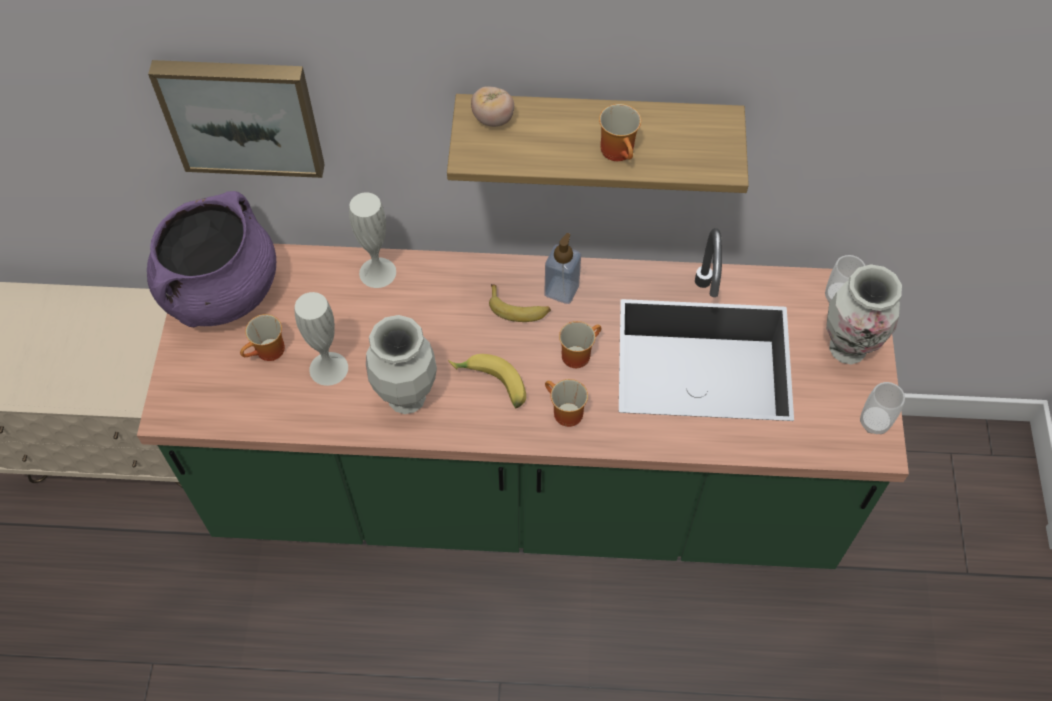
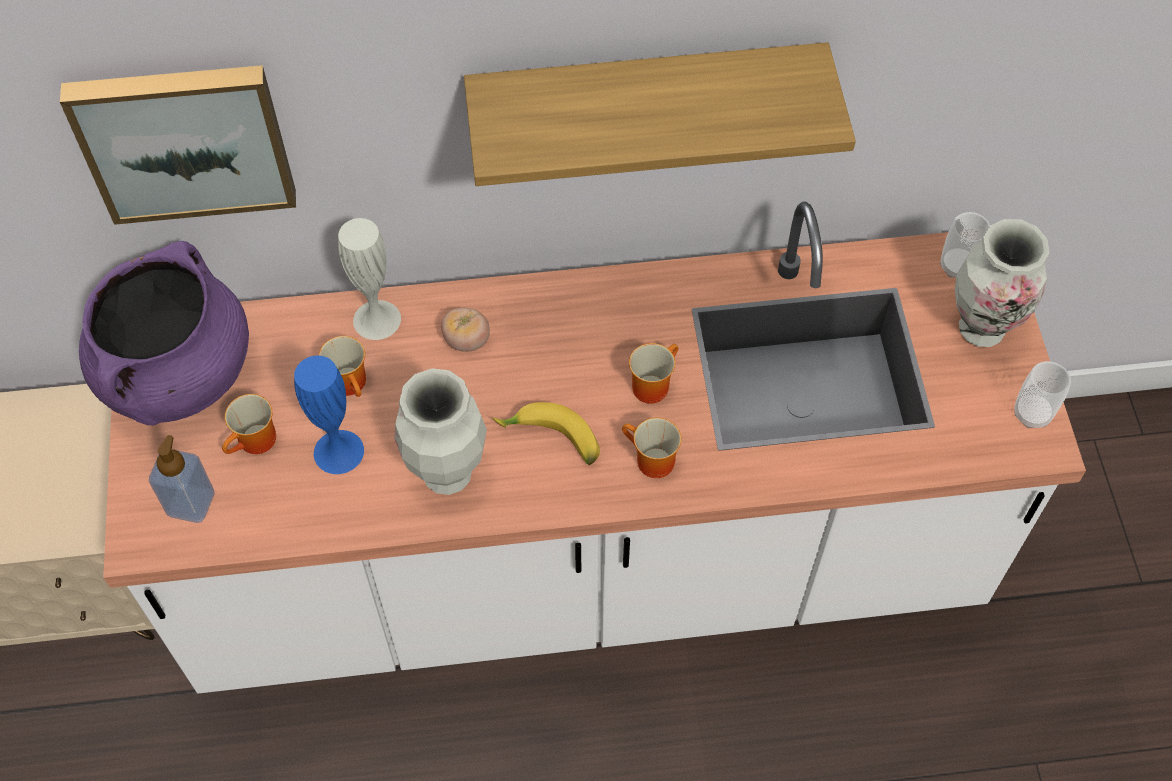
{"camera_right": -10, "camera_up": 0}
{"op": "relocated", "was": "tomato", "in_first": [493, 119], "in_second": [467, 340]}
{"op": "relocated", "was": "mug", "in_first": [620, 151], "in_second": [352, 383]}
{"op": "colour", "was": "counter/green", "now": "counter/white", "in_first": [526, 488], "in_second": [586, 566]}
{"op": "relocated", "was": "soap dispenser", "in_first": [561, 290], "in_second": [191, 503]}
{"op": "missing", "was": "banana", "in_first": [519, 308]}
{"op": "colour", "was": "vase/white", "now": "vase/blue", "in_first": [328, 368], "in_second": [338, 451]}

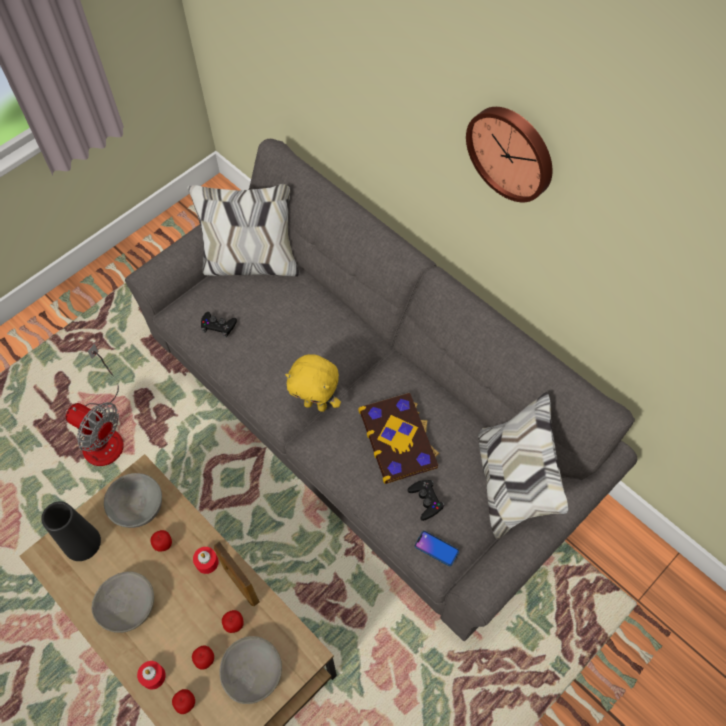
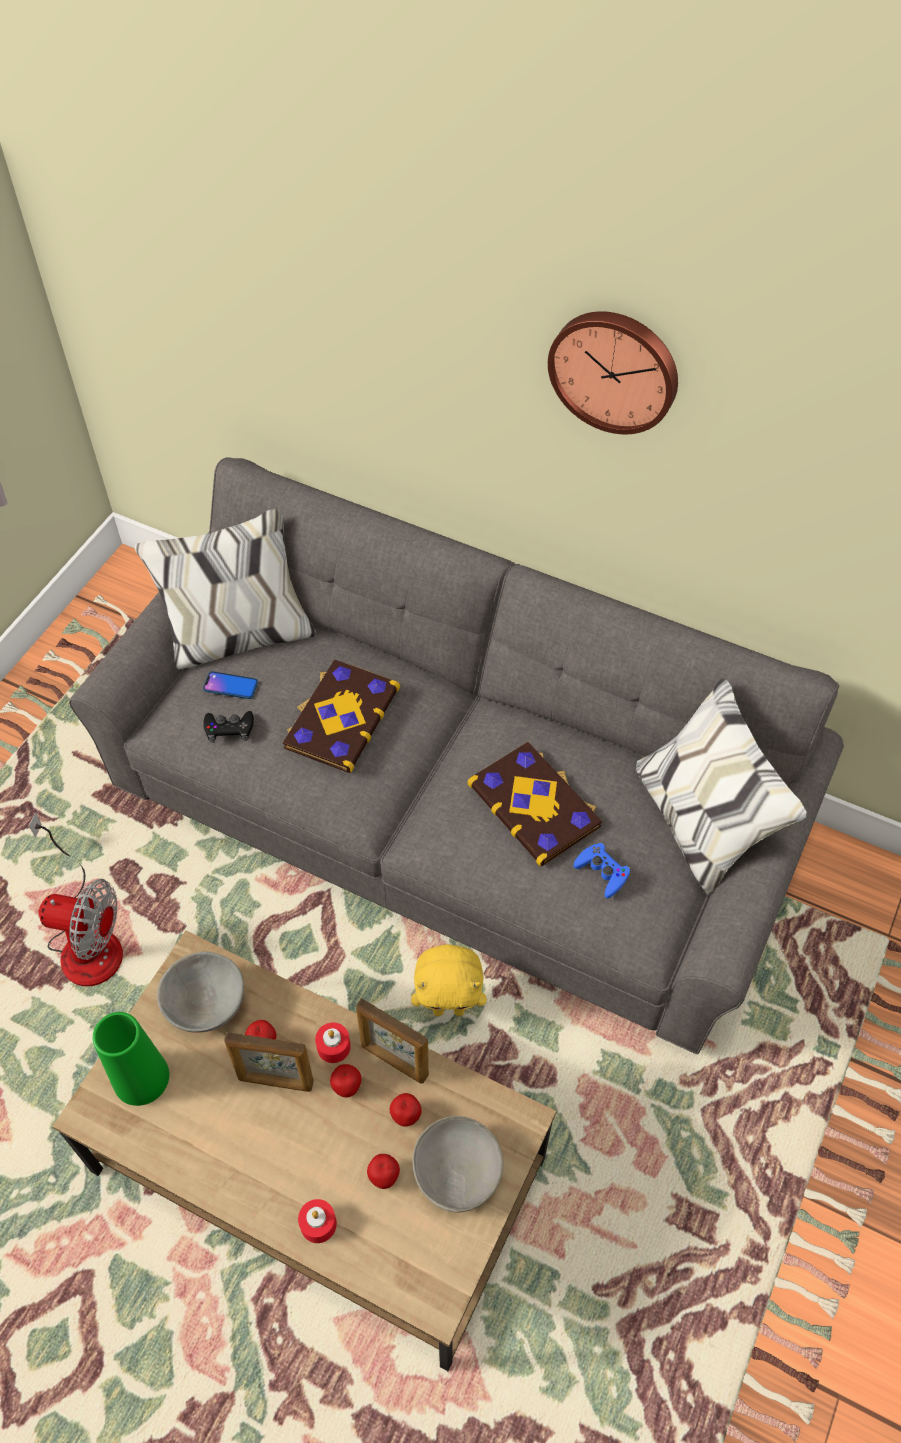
{"camera_right": -20, "camera_up": -5}
{"op": "relocated", "was": "plush toy/yellow", "in_first": [316, 404], "in_second": [449, 1008]}
{"op": "colour", "was": "game controller/black", "now": "game controller/blue", "in_first": [426, 500], "in_second": [602, 872]}
{"op": "colour", "was": "vase/black", "now": "vase/green", "in_first": [82, 543], "in_second": [141, 1078]}
{"op": "relocated", "was": "phone", "in_first": [436, 548], "in_second": [230, 686]}
{"op": "missing", "was": "bowl/grey", "in_first": [128, 607]}
{"op": "relocated", "was": "apple", "in_first": [186, 703], "in_second": [347, 1087]}
{"op": "appeared", "now": "book", "in_second": [340, 717]}
{"op": "appeared", "now": "picture frame", "in_second": [275, 1081]}

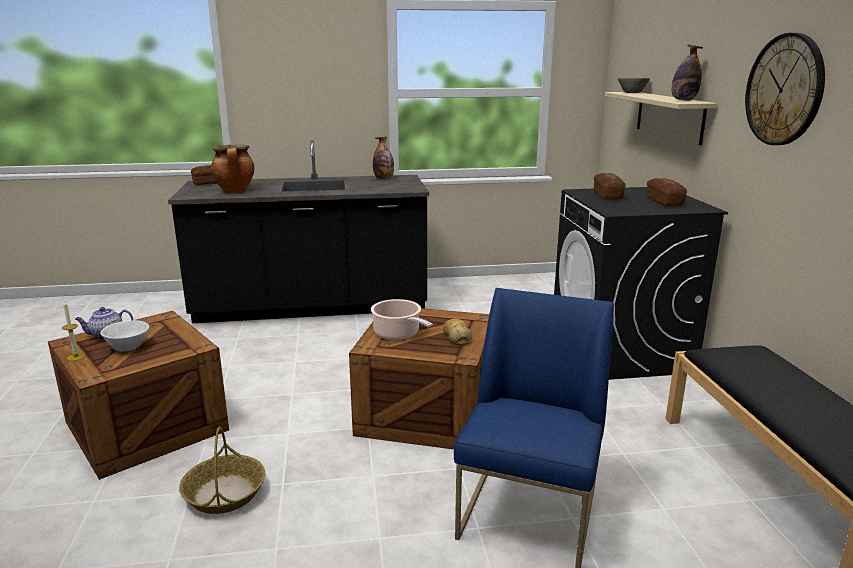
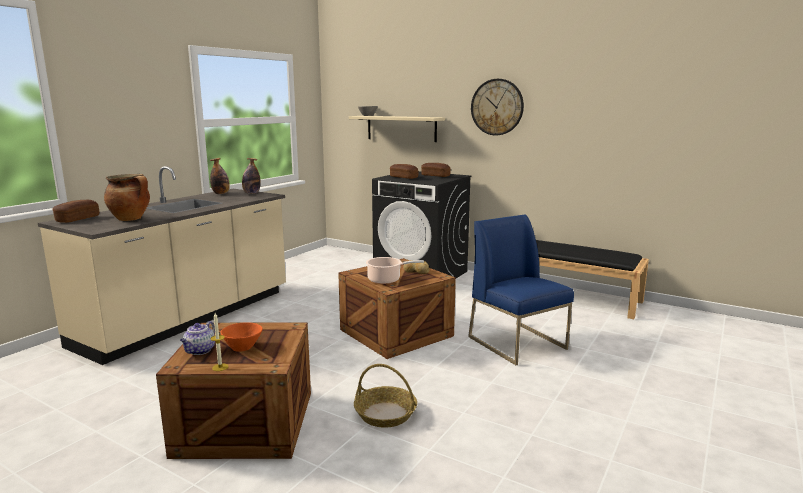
{"camera_right": -50, "camera_up": -5}
{"op": "relocated", "was": "bottle", "in_first": [683, 100], "in_second": [251, 193]}
{"op": "colour", "was": "counter/black", "now": "counter/beige", "in_first": [311, 306], "in_second": [188, 318]}
{"op": "colour", "was": "bowl/white", "now": "bowl/orange", "in_first": [128, 347], "in_second": [244, 347]}

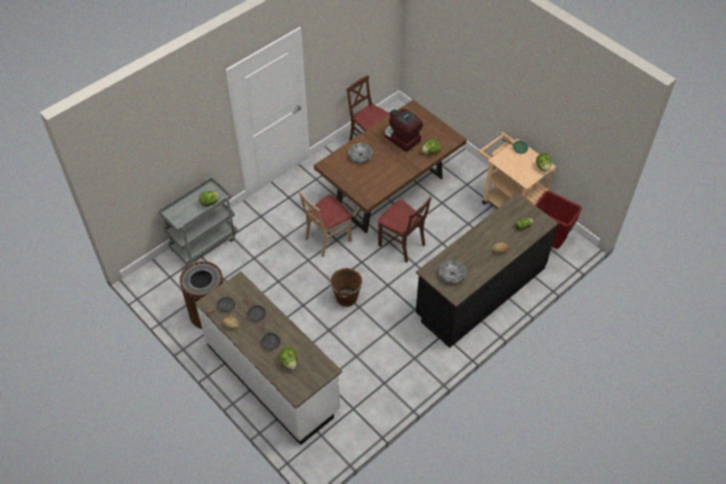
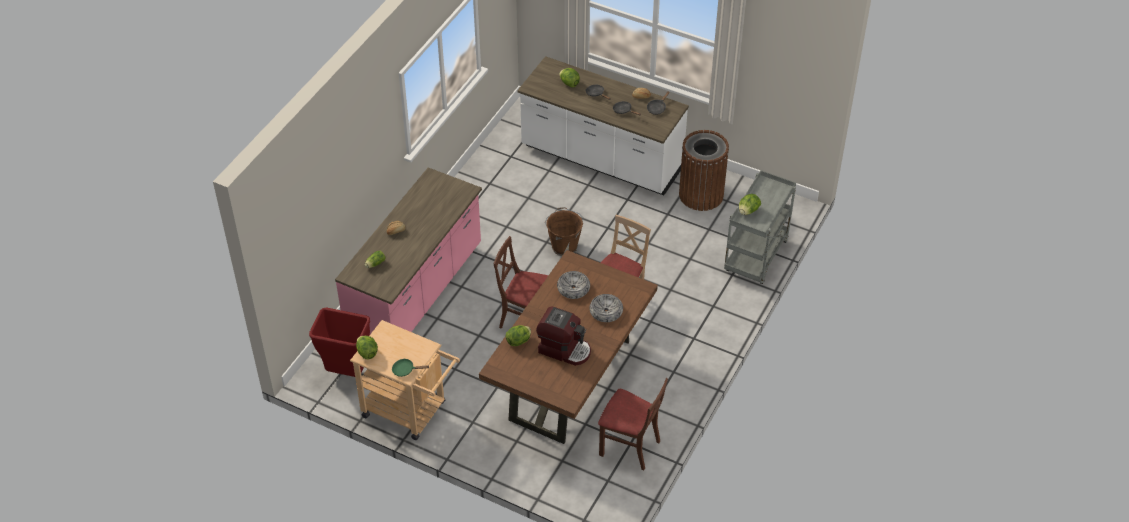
{"camera_right": 160, "camera_up": -5}
{"op": "colour", "was": "counter/black", "now": "counter/pink", "in_first": [480, 291], "in_second": [416, 293]}
{"op": "relocated", "was": "bowl", "in_first": [452, 274], "in_second": [573, 288]}

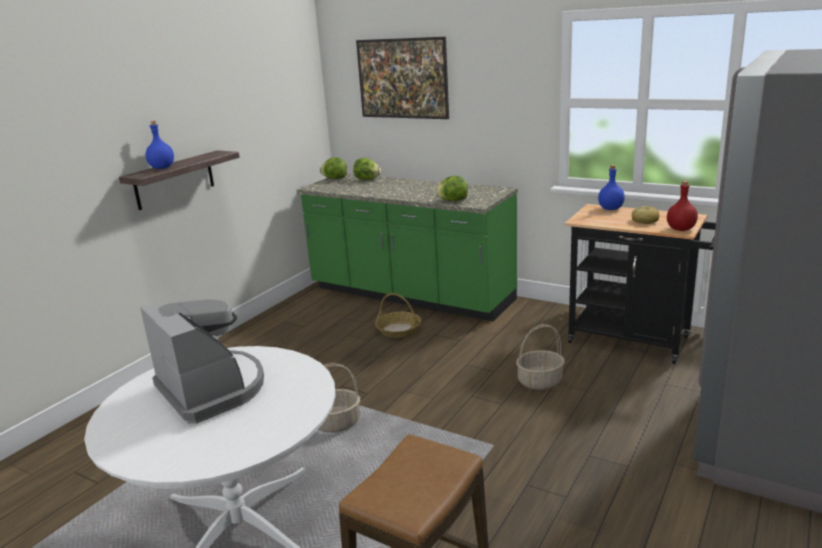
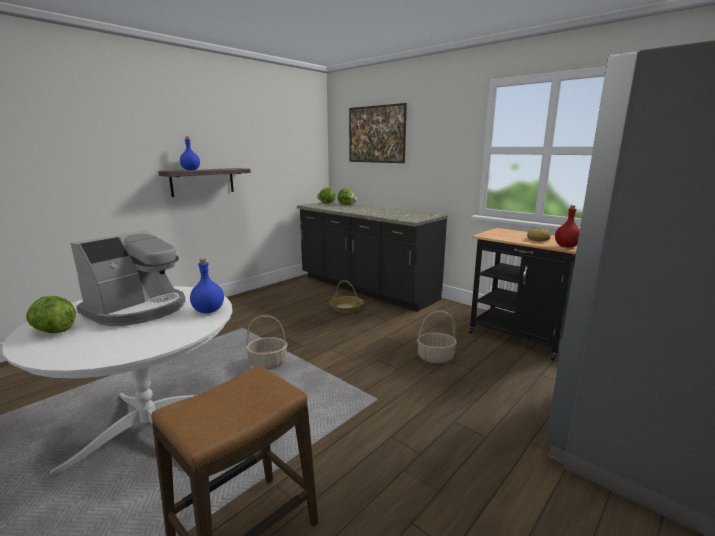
{"camera_right": 10, "camera_up": -5}
{"op": "relocated", "was": "bottle/blue", "in_first": [610, 209], "in_second": [208, 311]}
{"op": "colour", "was": "counter/green", "now": "counter/black", "in_first": [410, 295], "in_second": [366, 288]}
{"op": "relocated", "was": "lettuce", "in_first": [452, 201], "in_second": [53, 331]}
{"op": "spun", "was": "coffee machine", "in_first": [212, 389], "in_second": [138, 309], "clockwise": 60}

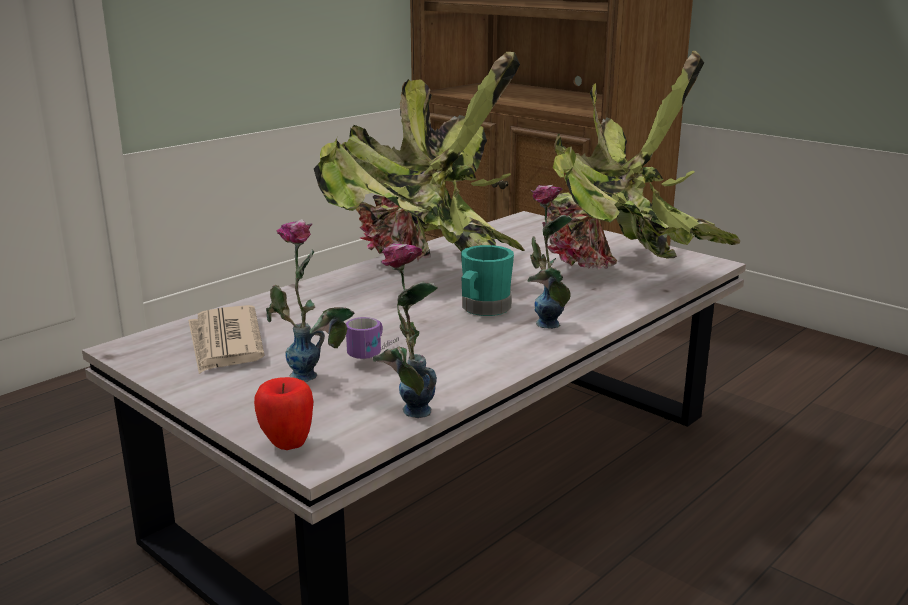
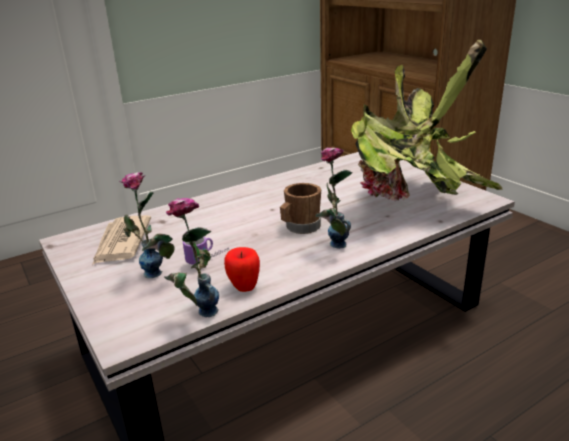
{"camera_right": 15, "camera_up": 5}
{"op": "missing", "was": "potted plant", "in_first": [426, 268]}
{"op": "colour", "was": "mug/turquoise", "now": "mug/brown", "in_first": [483, 309], "in_second": [300, 228]}
{"op": "relocated", "was": "apple", "in_first": [287, 445], "in_second": [244, 288]}

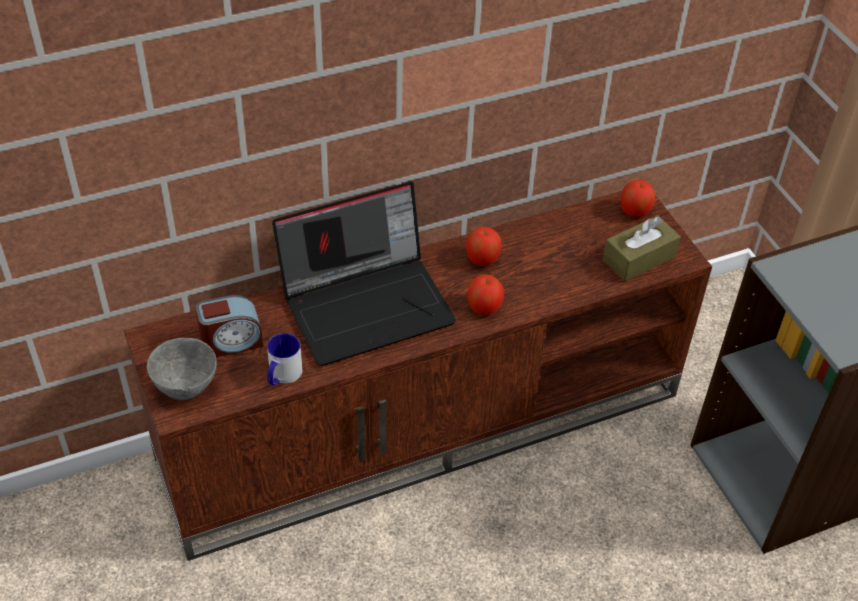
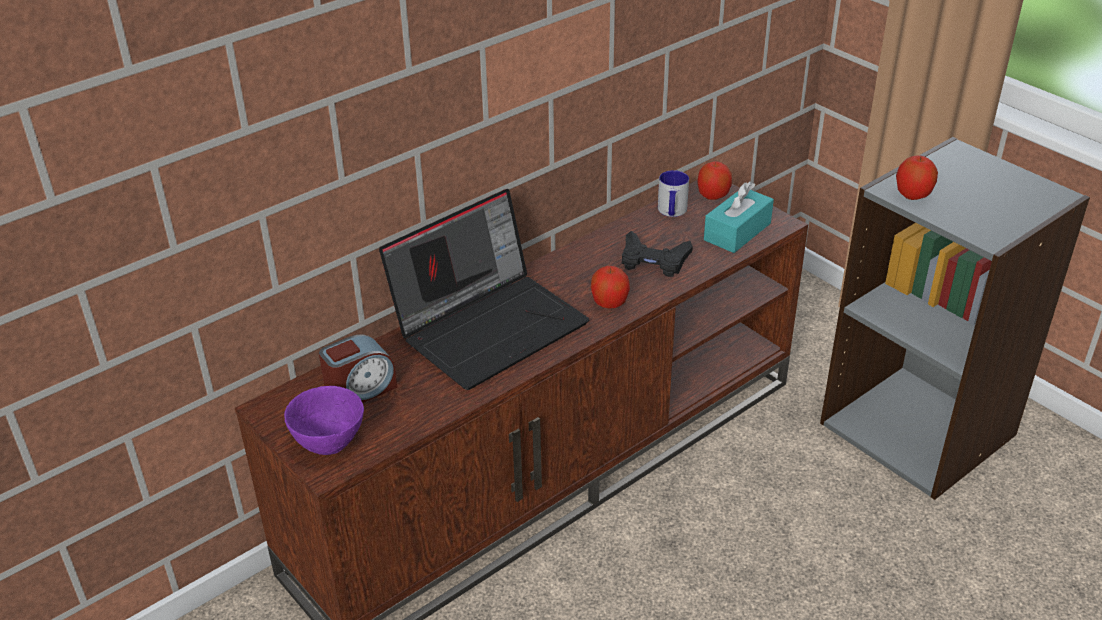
{"camera_right": -15, "camera_up": -10}
{"op": "colour", "was": "tissue box/brown", "now": "tissue box/turquoise", "in_first": [639, 258], "in_second": [737, 232]}
{"op": "relocated", "was": "apple", "in_first": [482, 259], "in_second": [913, 195]}
{"op": "relocated", "was": "mug", "in_first": [282, 376], "in_second": [672, 212]}
{"op": "colour", "was": "bowl/grey", "now": "bowl/purple", "in_first": [186, 387], "in_second": [329, 443]}
{"op": "appeared", "now": "game controller/black", "in_second": [653, 260]}

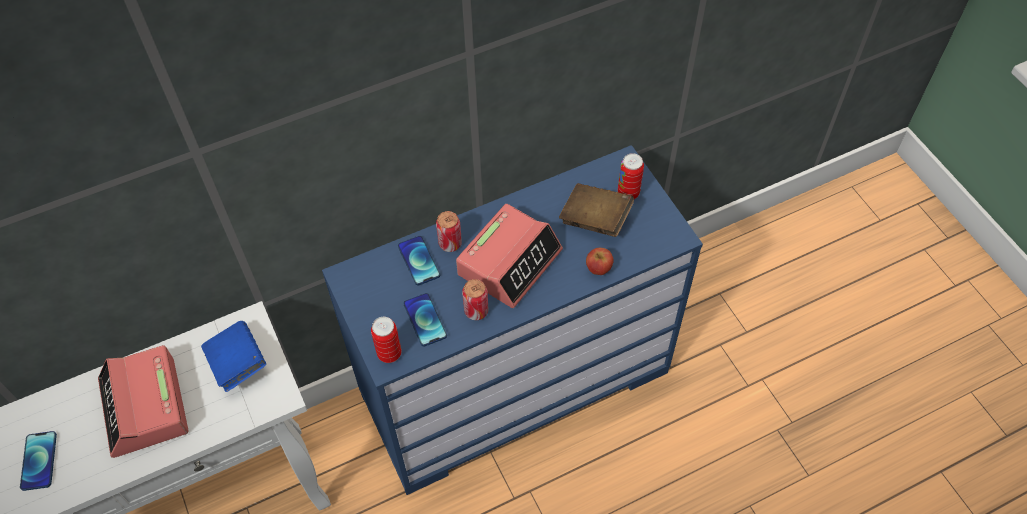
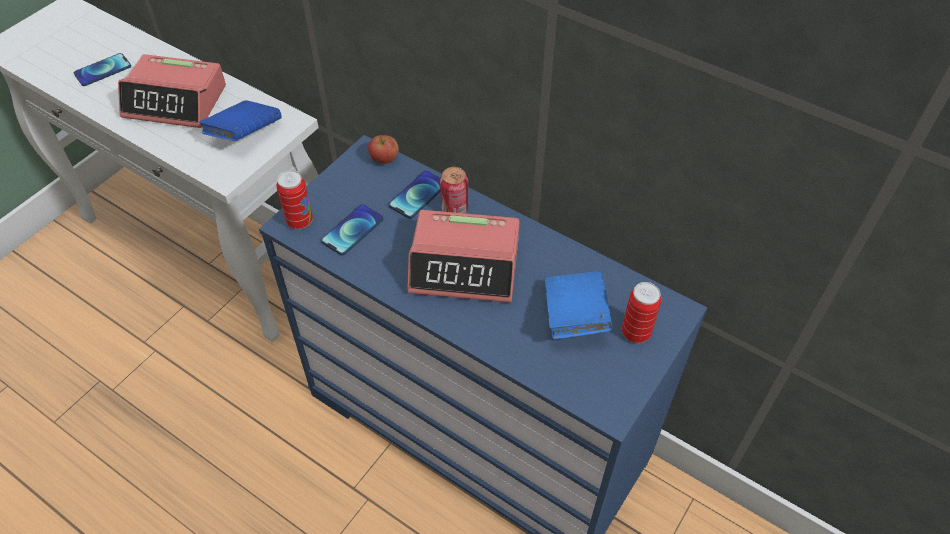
{"camera_right": 60, "camera_up": -5}
{"op": "colour", "was": "book/brown", "now": "book/blue", "in_first": [595, 219], "in_second": [574, 317]}
{"op": "relocated", "was": "apple", "in_first": [599, 268], "in_second": [384, 159]}
{"op": "missing", "was": "can", "in_first": [476, 311]}
{"op": "spun", "was": "alarm clock", "in_first": [144, 407], "in_second": [176, 101], "clockwise": -120}

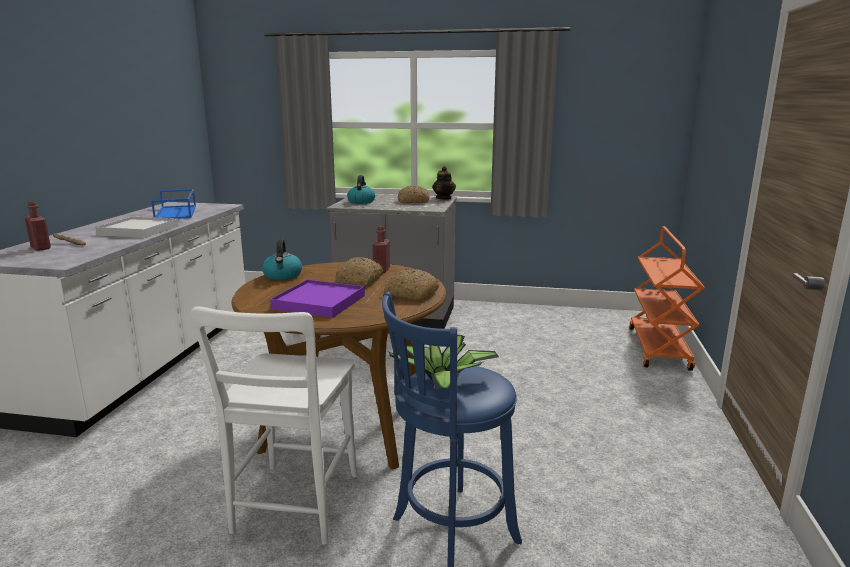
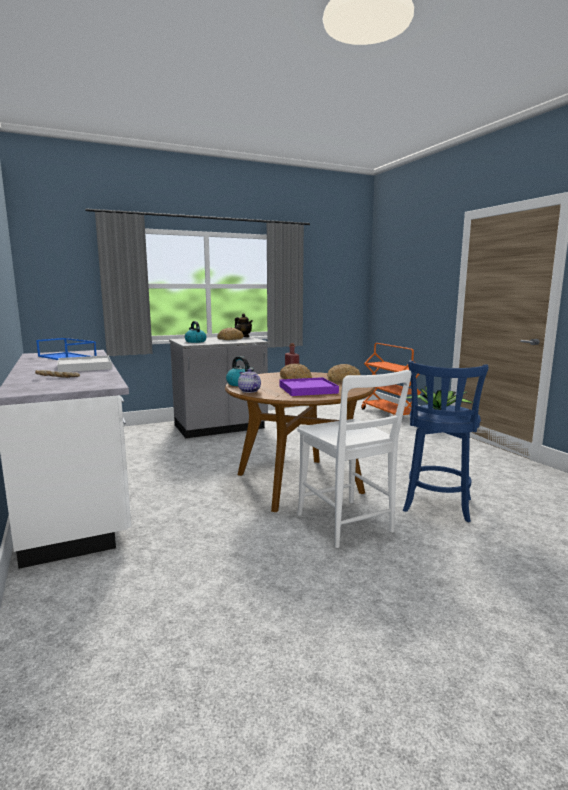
{"camera_right": -35, "camera_up": -5}
{"op": "missing", "was": "bottle/red", "in_first": [41, 248]}
{"op": "appeared", "now": "teapot", "in_second": [248, 391]}

